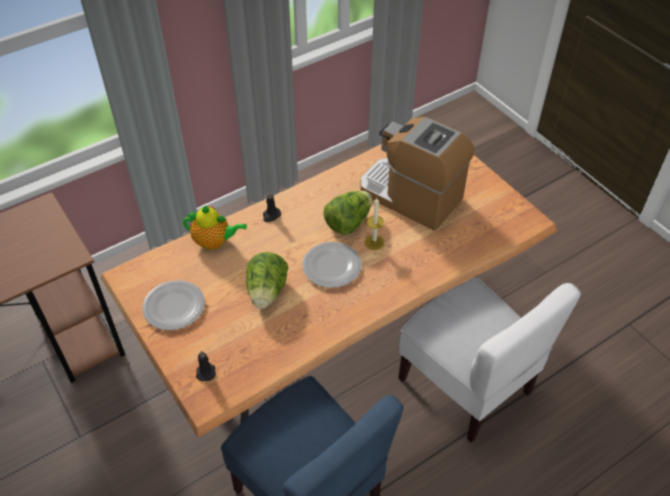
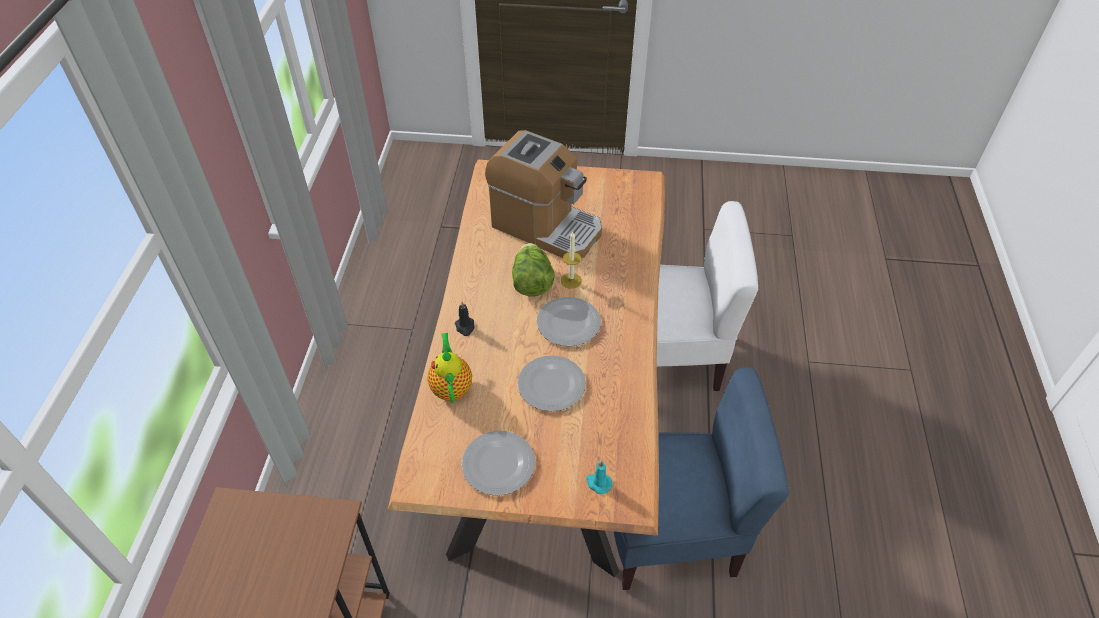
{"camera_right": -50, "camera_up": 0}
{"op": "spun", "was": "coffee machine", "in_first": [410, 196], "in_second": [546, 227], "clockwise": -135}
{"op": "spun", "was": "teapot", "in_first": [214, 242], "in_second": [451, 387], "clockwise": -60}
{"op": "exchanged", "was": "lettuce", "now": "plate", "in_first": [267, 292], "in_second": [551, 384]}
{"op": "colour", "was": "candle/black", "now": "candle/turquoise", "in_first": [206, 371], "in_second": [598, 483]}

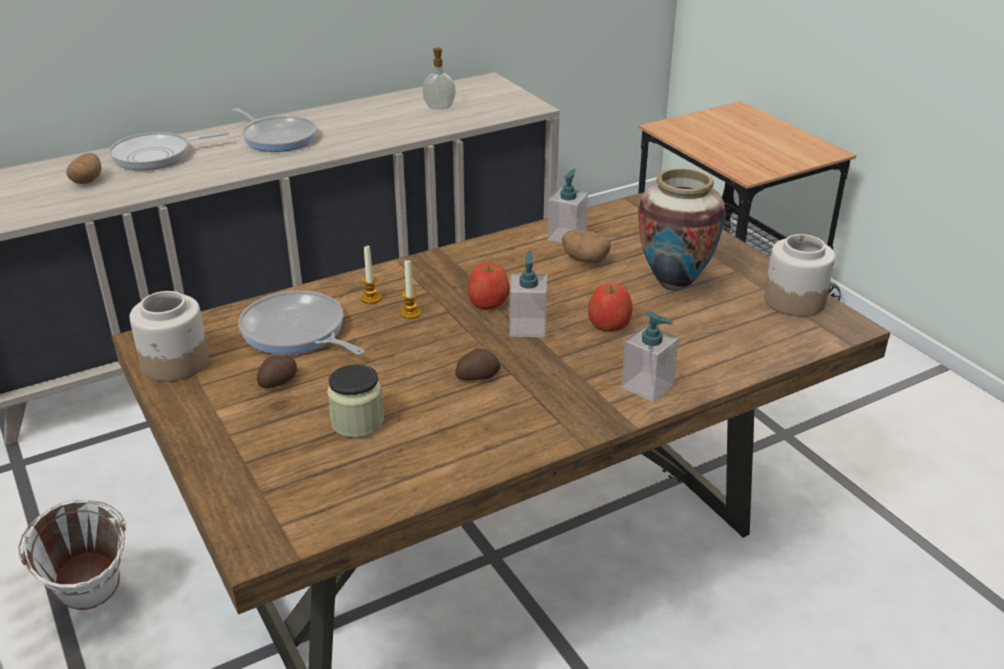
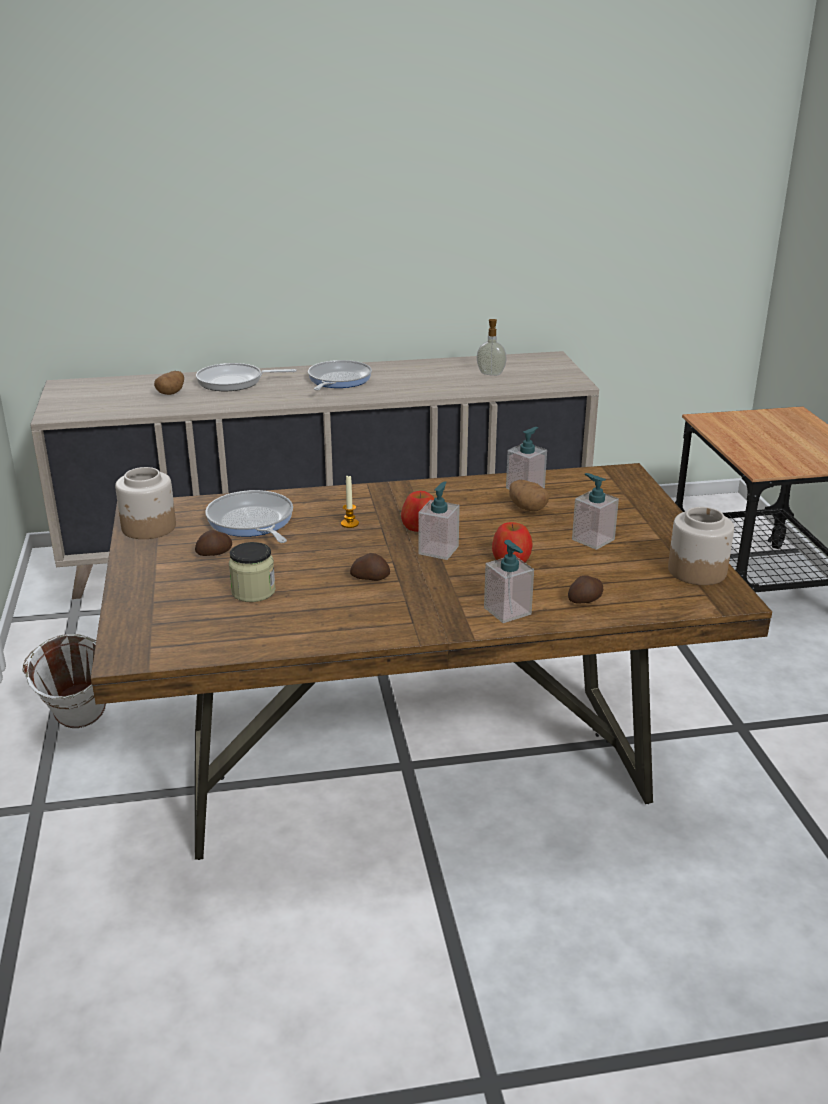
{"camera_right": 20, "camera_up": -5}
{"op": "spun", "was": "frying pan", "in_first": [277, 137], "in_second": [337, 380], "clockwise": -135}
{"op": "exchanged", "was": "vase", "now": "soap dispenser", "in_first": [673, 284], "in_second": [593, 539]}
{"op": "missing", "was": "candle", "in_first": [371, 298]}
{"op": "appeared", "now": "potato", "in_second": [586, 600]}

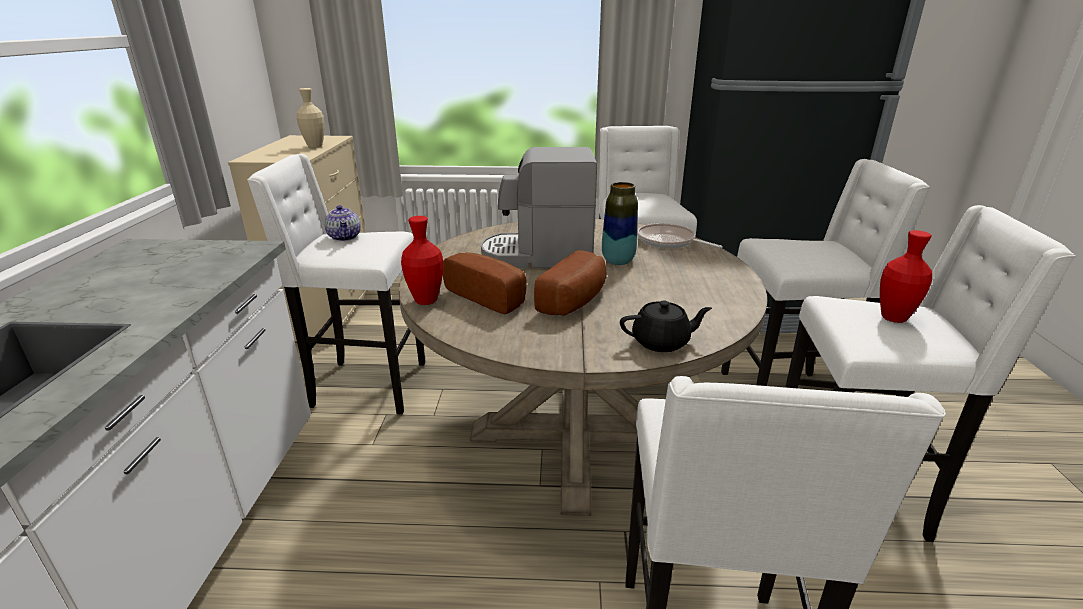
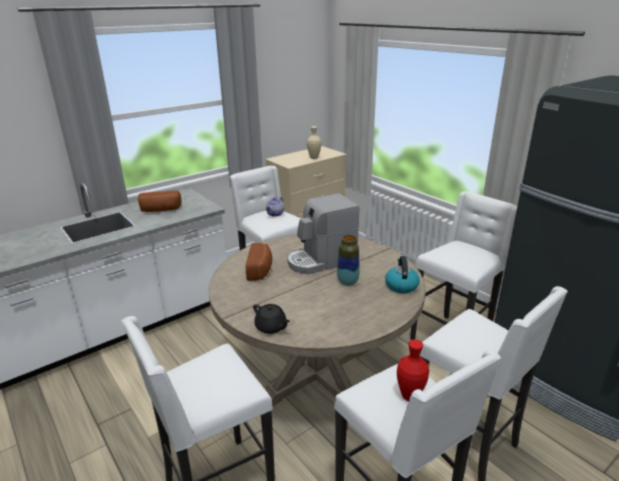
{"camera_right": 50, "camera_up": 0}
{"op": "spun", "was": "coffee machine", "in_first": [538, 256], "in_second": [321, 260], "clockwise": -75}
{"op": "missing", "was": "vase/red", "in_first": [426, 301]}
{"op": "exchanged", "was": "frying pan", "now": "kettle", "in_first": [669, 242], "in_second": [401, 285]}
{"op": "relocated", "was": "bread", "in_first": [576, 301], "in_second": [160, 210]}

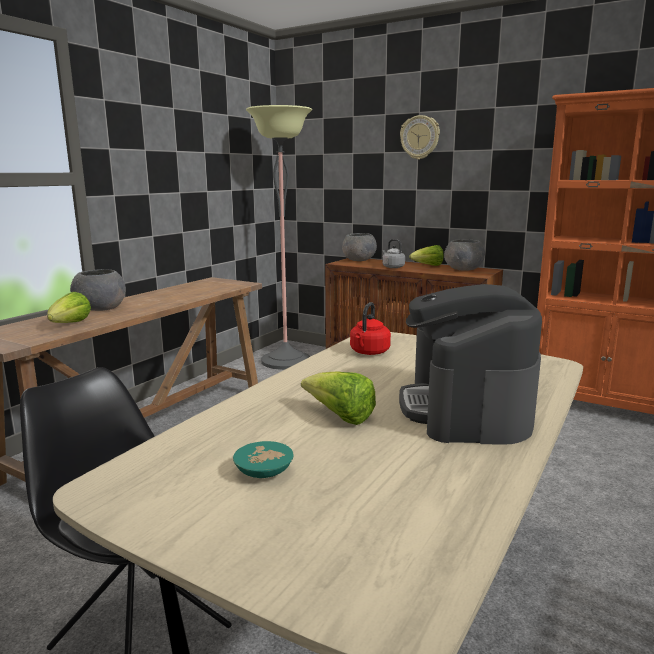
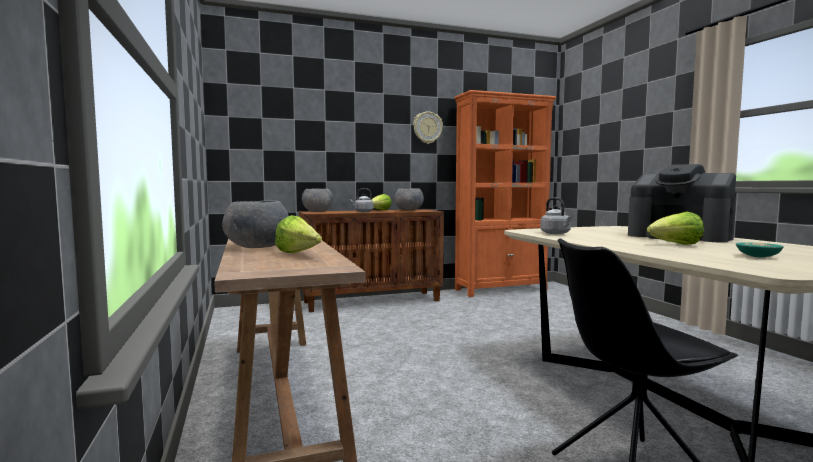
{"camera_right": -50, "camera_up": -10}
{"op": "missing", "was": "floor lamp", "in_first": [285, 361]}
{"op": "relocated", "was": "wall clock", "in_first": [420, 137], "in_second": [427, 127]}
{"op": "colour", "was": "kettle/red", "now": "kettle/grey", "in_first": [369, 352], "in_second": [556, 233]}

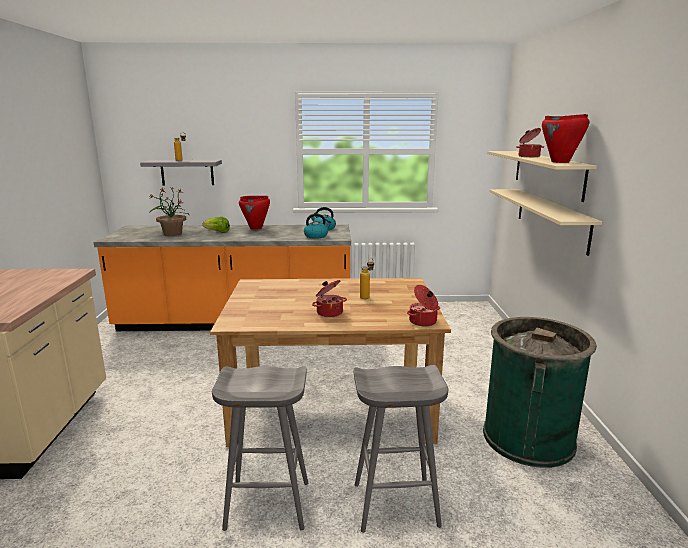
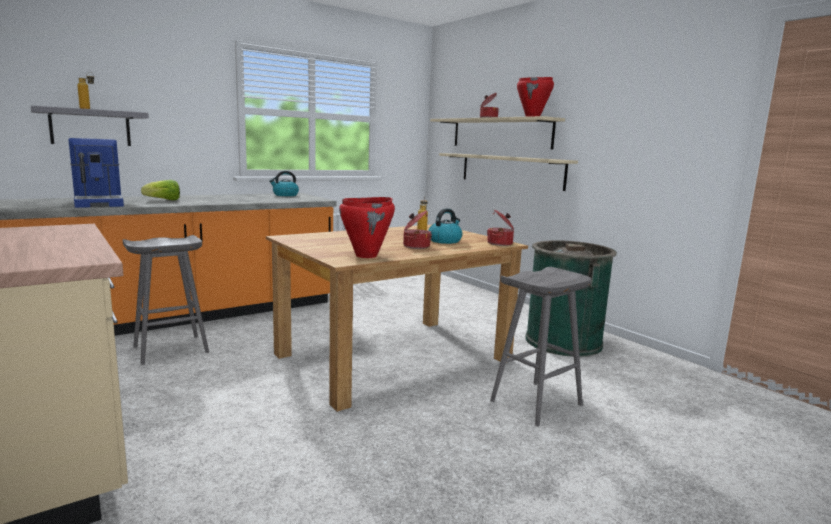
{"camera_right": -35, "camera_up": -5}
{"op": "exchanged", "was": "potted plant", "now": "coffee machine", "in_first": [172, 233], "in_second": [100, 202]}
{"op": "relocated", "was": "cooking pot/red", "in_first": [256, 228], "in_second": [367, 256]}
{"op": "relocated", "was": "kettle", "in_first": [316, 236], "in_second": [445, 241]}
{"op": "relocated", "was": "stool/grey", "in_first": [266, 505], "in_second": [170, 350]}

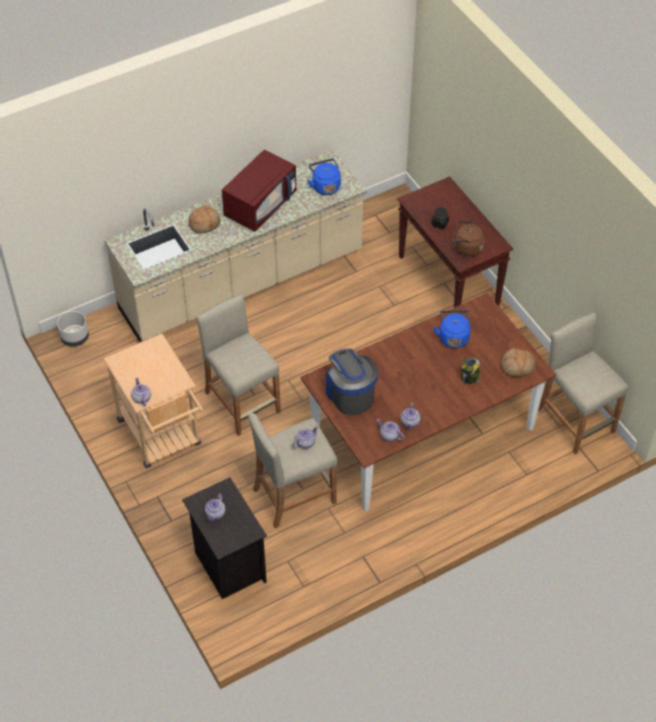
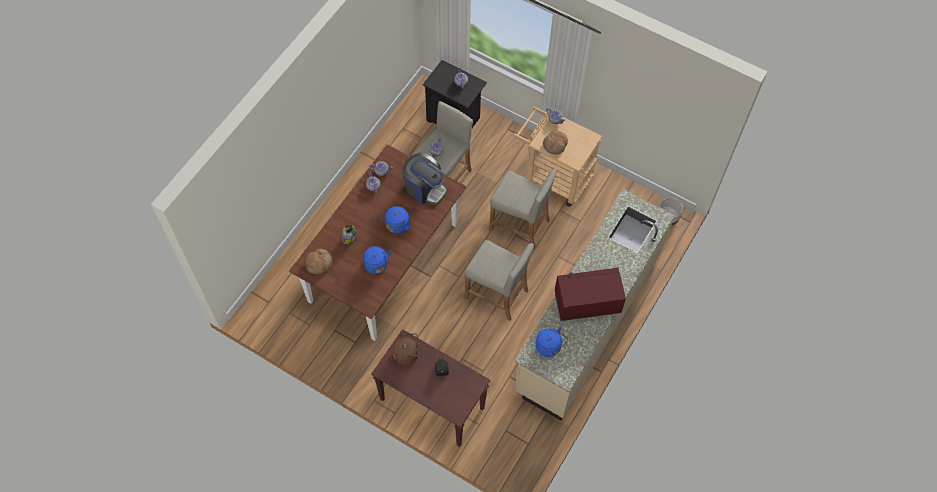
{"camera_right": 150, "camera_up": 10}
{"op": "spun", "was": "microwave/red", "in_first": [260, 205], "in_second": [587, 303], "clockwise": 75}
{"op": "relocated", "was": "bread", "in_first": [204, 223], "in_second": [555, 145]}
{"op": "relocated", "was": "stool/beige", "in_first": [575, 420], "in_second": [496, 294]}
{"op": "appeared", "now": "kettle/blue", "in_second": [396, 226]}

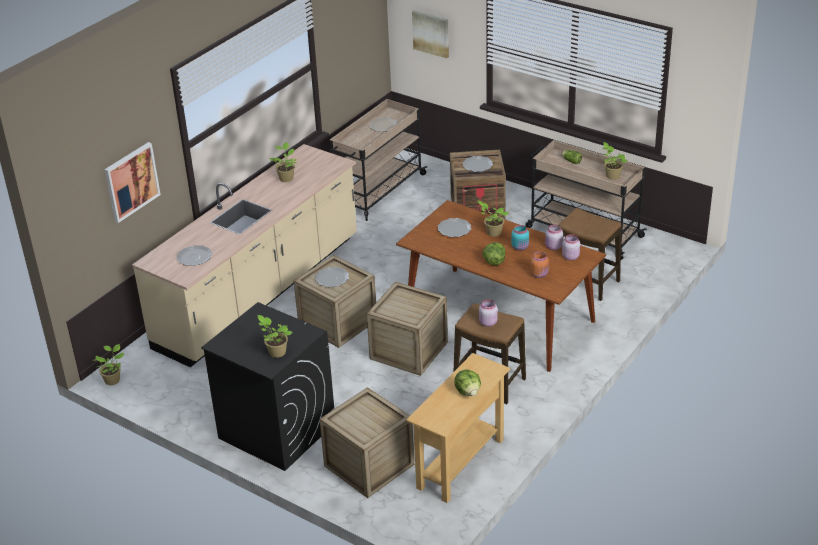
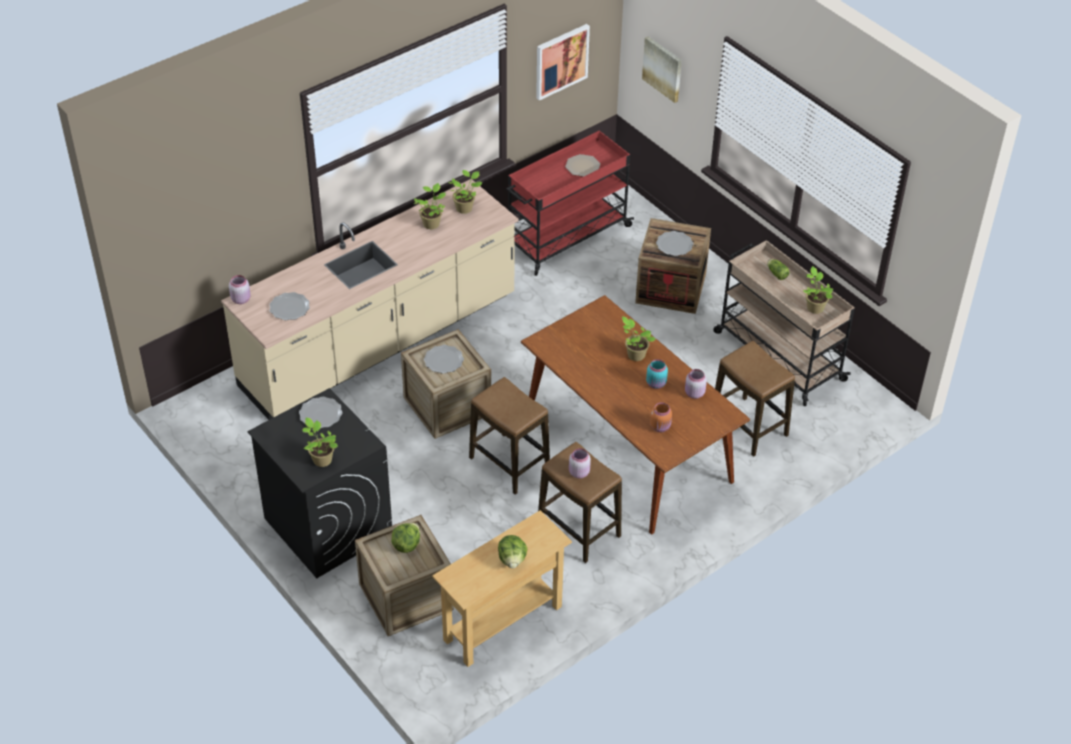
{"camera_right": 15, "camera_up": 10}
{"op": "colour", "was": "cart/beige", "now": "cart/red", "in_first": [378, 192], "in_second": [565, 237]}
{"op": "relocated", "was": "picture", "in_first": [131, 181], "in_second": [561, 61]}
{"op": "relocated", "was": "plate", "in_first": [454, 229], "in_second": [320, 414]}
{"op": "relocated", "was": "jar/pink", "in_first": [570, 257], "in_second": [241, 299]}
{"op": "relocated", "was": "lettuce", "in_first": [494, 262], "in_second": [406, 545]}
{"op": "exchanged", "was": "crate", "now": "stool", "in_first": [408, 350], "in_second": [509, 463]}
{"op": "relocated", "was": "potted plant", "in_first": [113, 380], "in_second": [465, 208]}

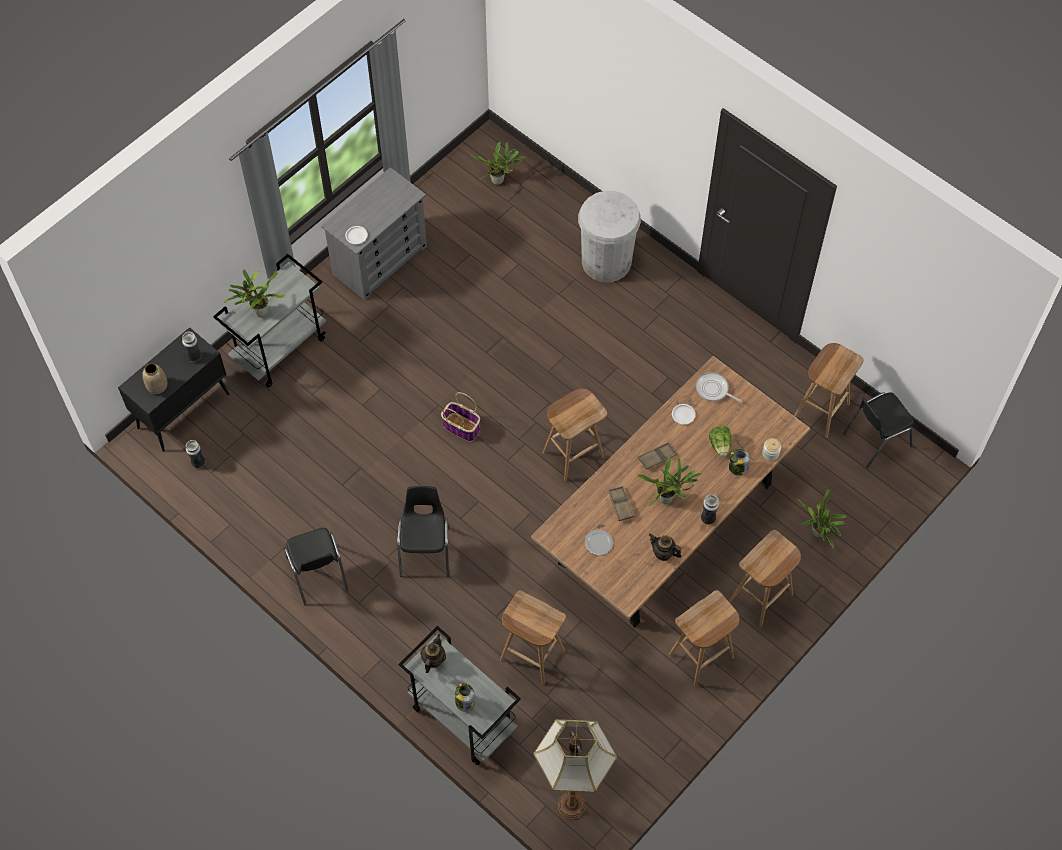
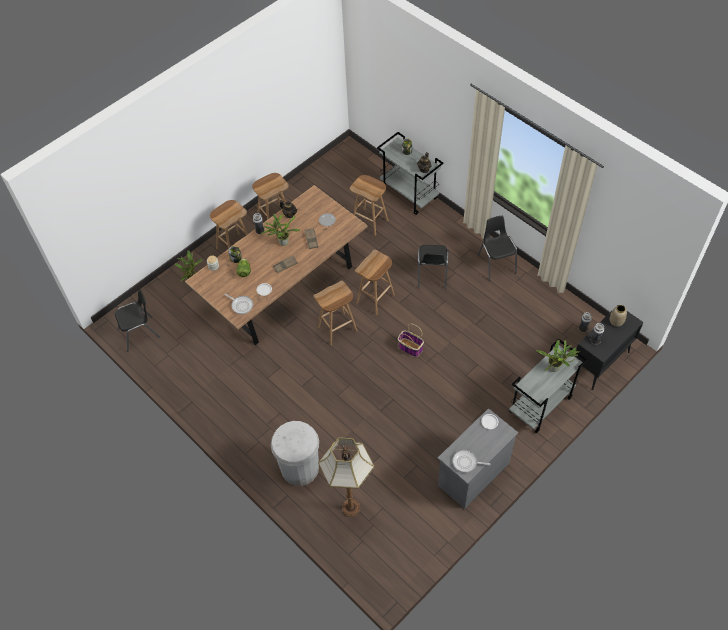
{"camera_right": -175, "camera_up": -5}
{"op": "missing", "was": "potted plant", "in_first": [499, 181]}
{"op": "relocated", "was": "stool/brown", "in_first": [821, 410], "in_second": [375, 299]}
{"op": "relocated", "was": "floor lamp", "in_first": [572, 805], "in_second": [350, 508]}
{"op": "appeared", "now": "frying pan", "in_second": [466, 462]}

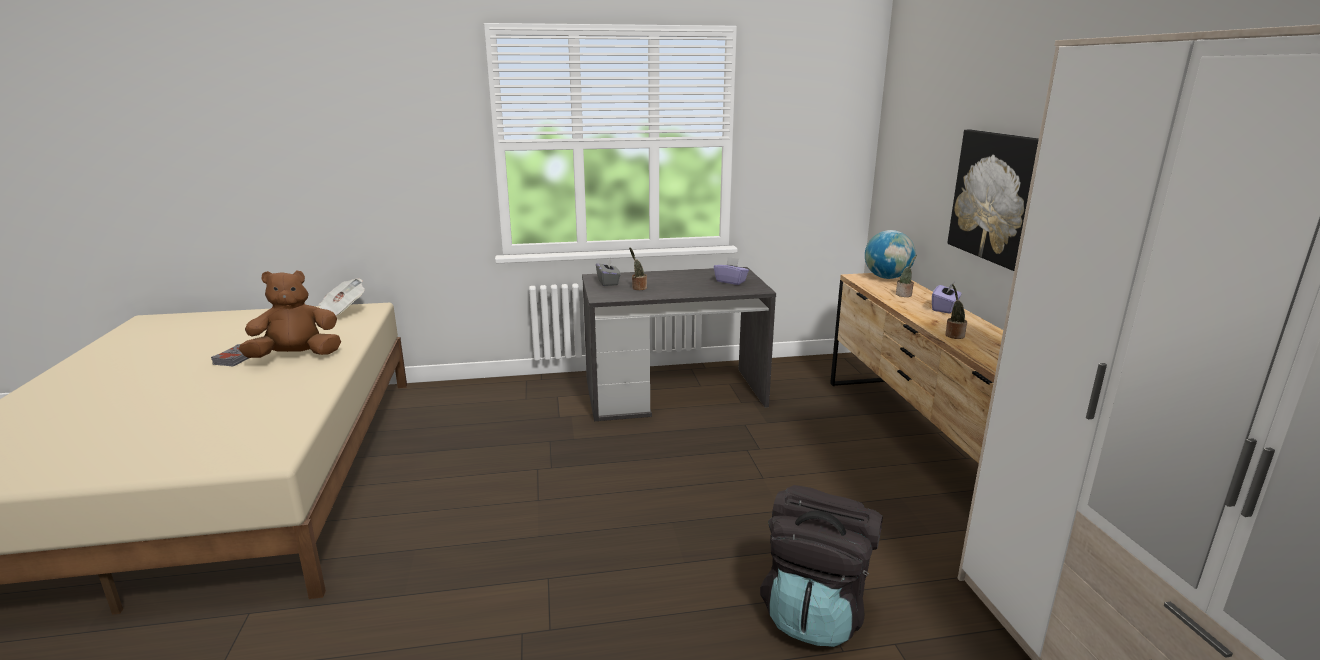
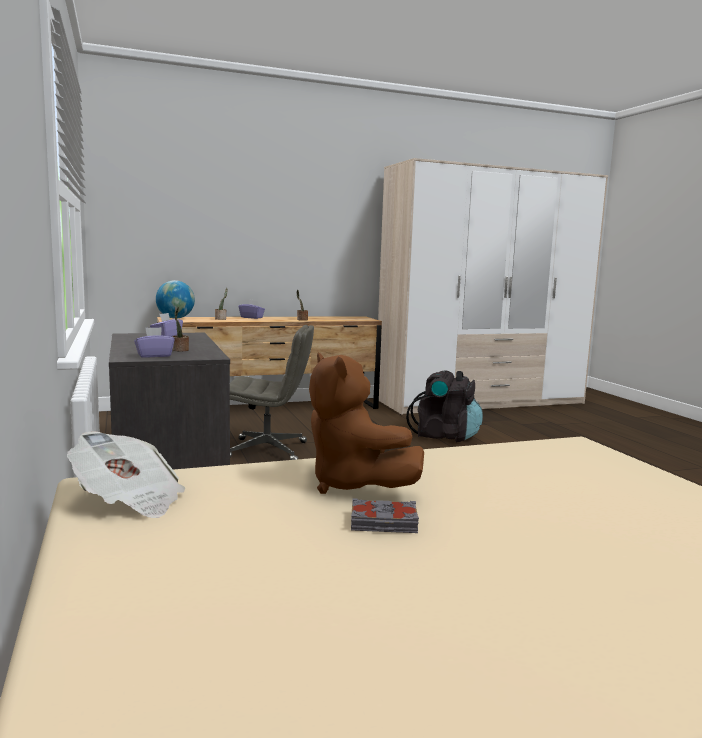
{"camera_right": -100, "camera_up": -10}
{"op": "missing", "was": "picture", "in_first": [997, 197]}
{"op": "colour", "was": "tissue box/grey", "now": "tissue box/purple", "in_first": [608, 282], "in_second": [154, 355]}
{"op": "appeared", "now": "office chair/grey", "in_second": [268, 451]}

